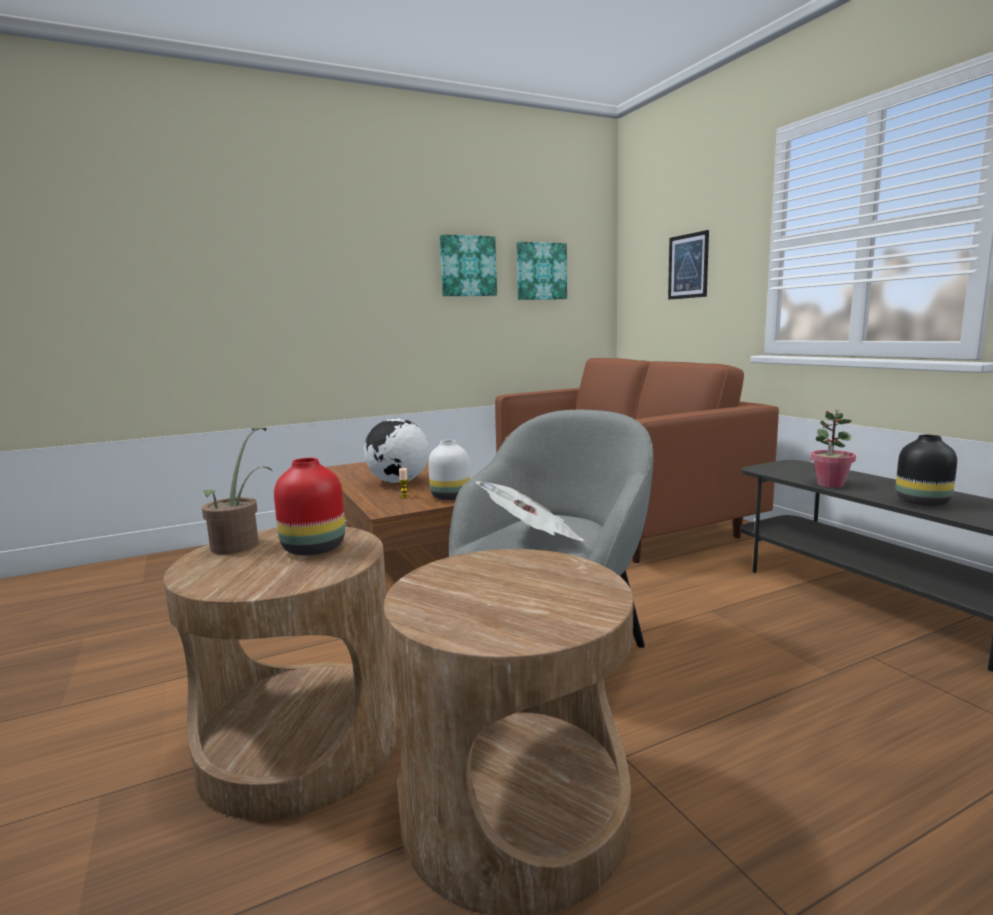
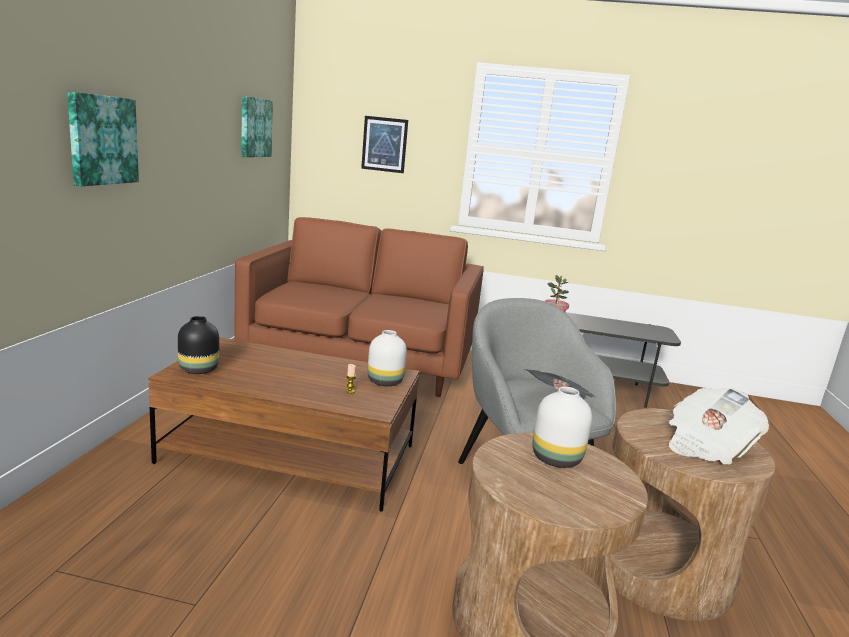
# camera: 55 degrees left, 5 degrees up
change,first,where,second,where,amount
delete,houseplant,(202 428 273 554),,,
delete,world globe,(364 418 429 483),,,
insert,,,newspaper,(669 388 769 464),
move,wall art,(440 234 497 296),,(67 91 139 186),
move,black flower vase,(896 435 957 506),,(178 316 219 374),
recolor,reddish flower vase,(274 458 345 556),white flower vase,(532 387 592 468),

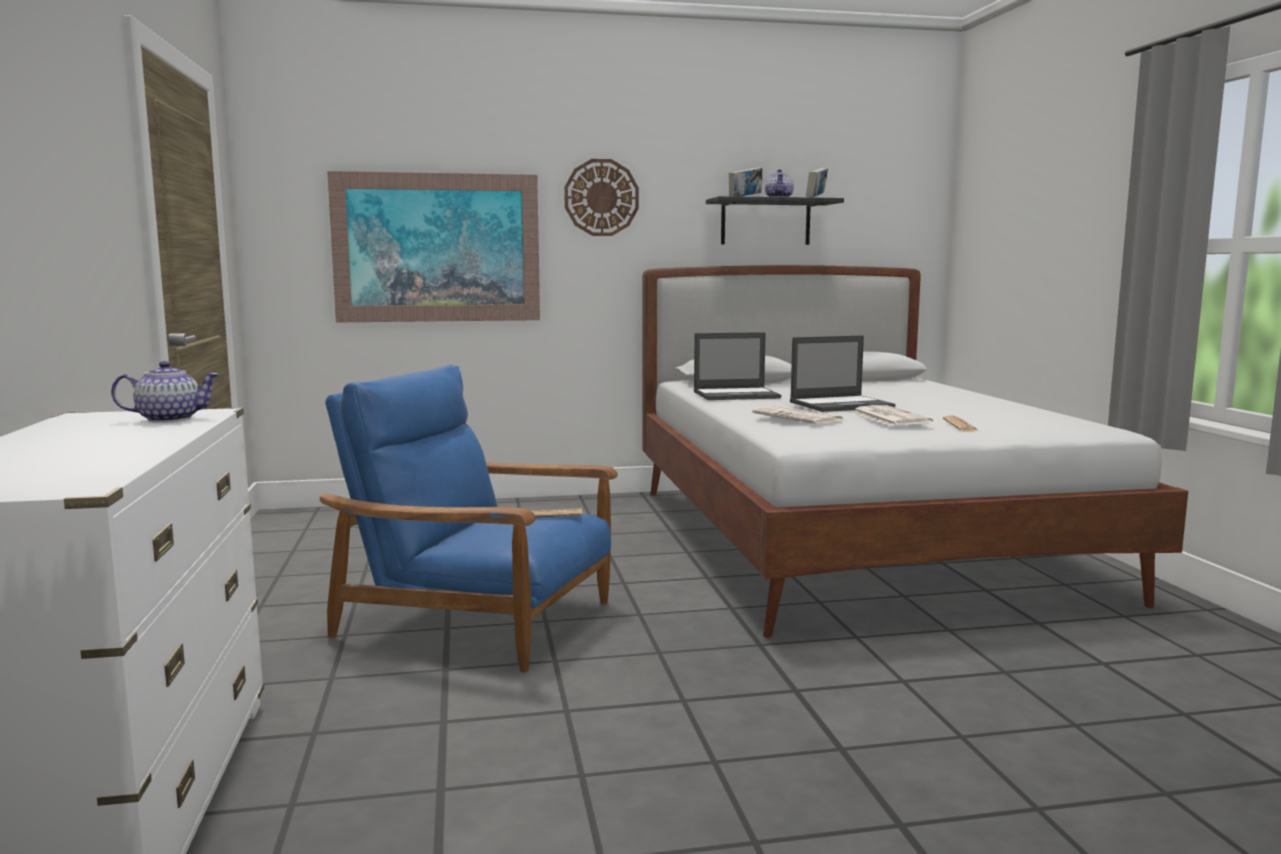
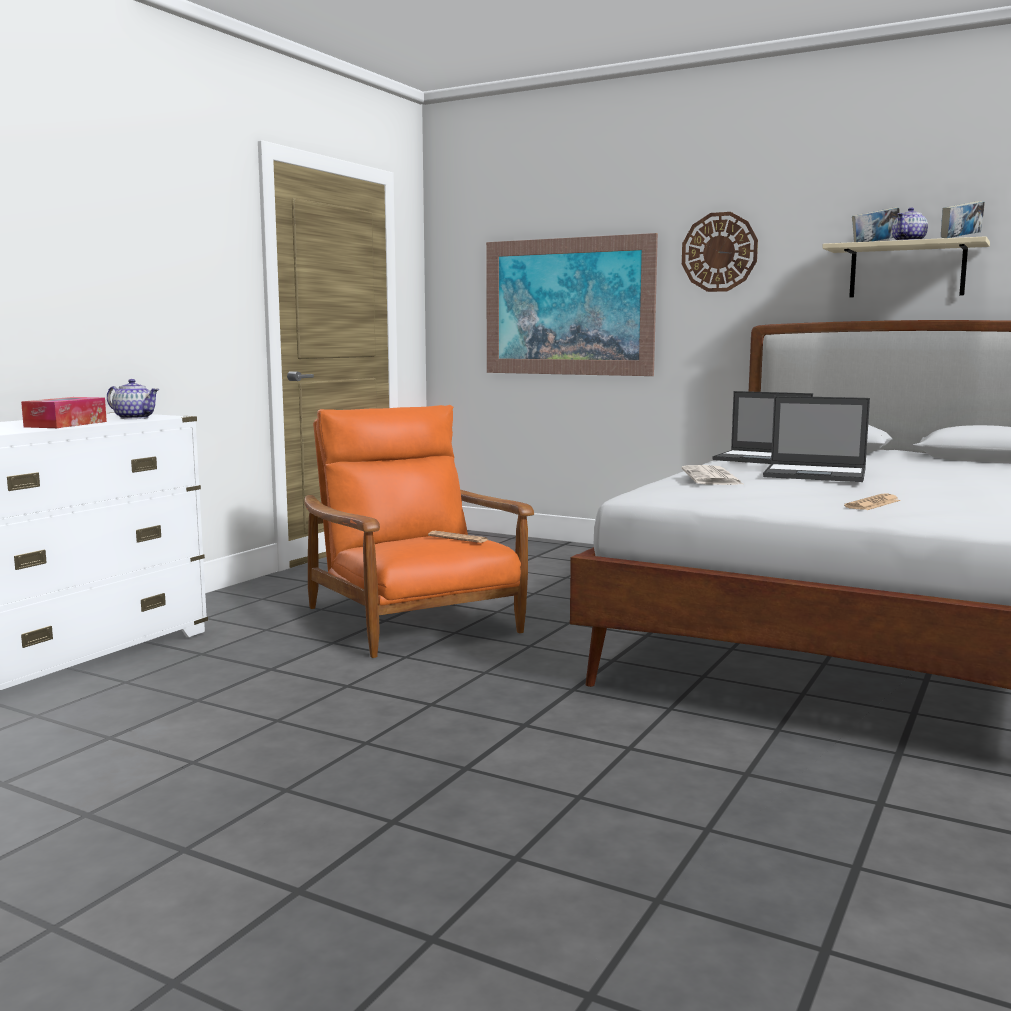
# camera: 40 degrees right, 0 degrees up
change,first,where,second,where,amount
delete,newspaper,(853 405 933 426),,,
insert,,,box of tissues,(21 397 107 428),
recolor,blue-coloured lounge chair,(320 365 618 673),orange lounge chair,(304 405 534 658),
recolor,black shelf,(706 196 844 245),beige-coloured shelf,(822 236 990 297),

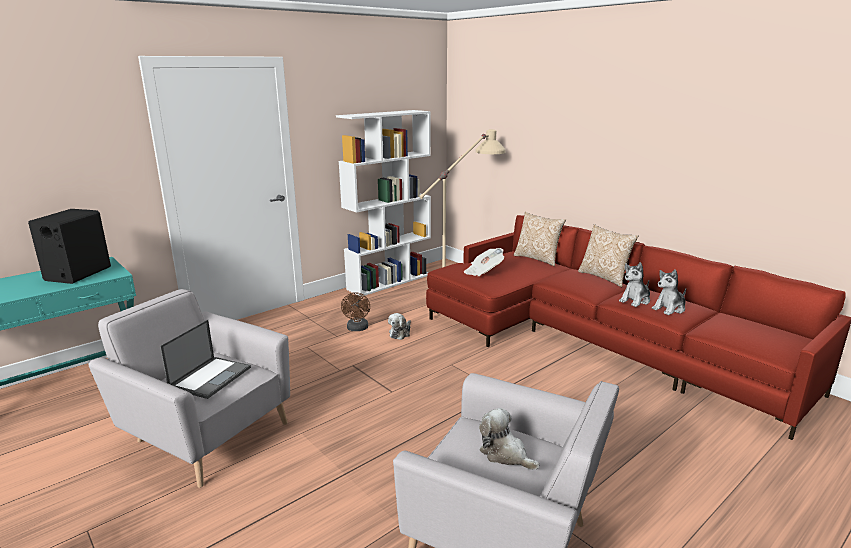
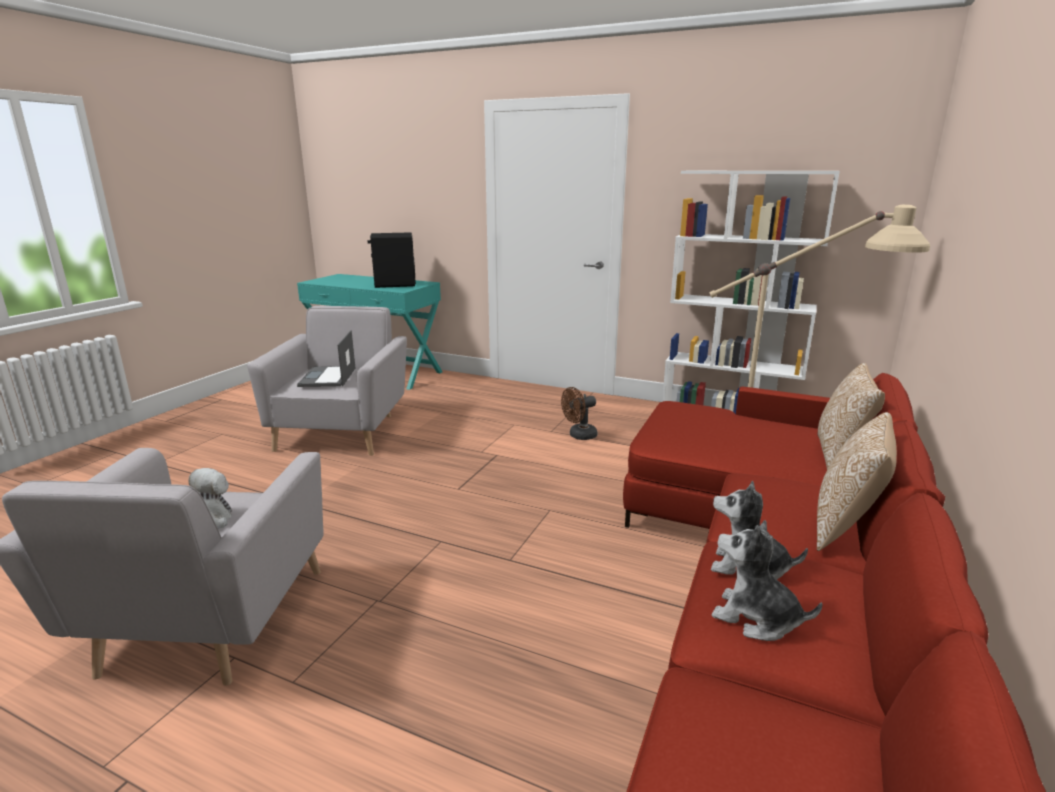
# camera: 65 degrees right, 0 degrees up
change,first,where,second,where,amount
delete,soft toy,(388 313 411 340),,,
delete,newspaper,(464 248 504 276),,,
rotate,notebook computer,(160 320 251 399),,(297 330 355 387),90 degrees clockwise

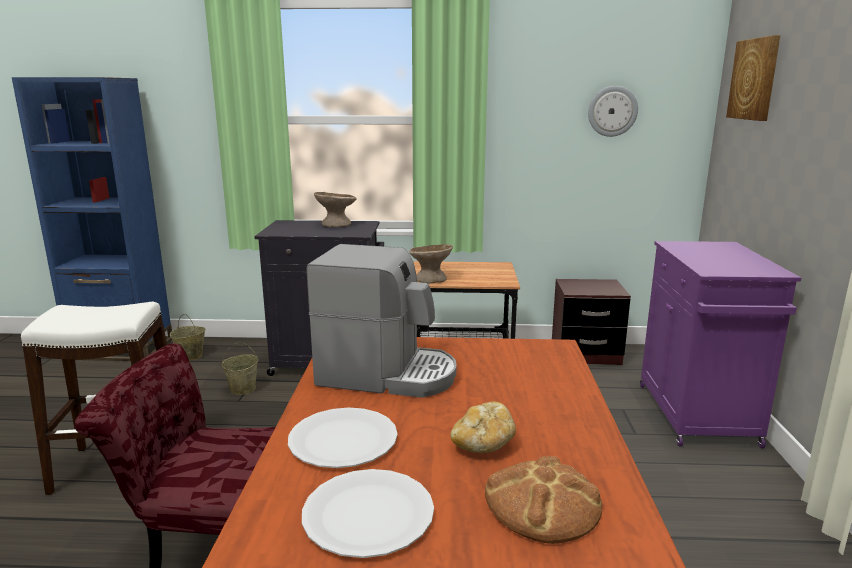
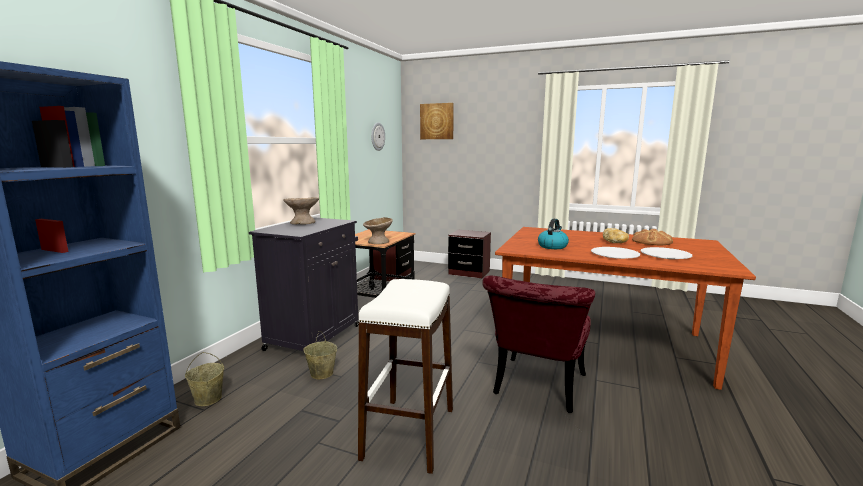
# camera: 70 degrees left, 5 degrees down
change,first,where,second,where,amount
replace,coffee brewer,(307 244 456 398),water kettle,(538 219 569 249),
replace,purple-coloured cupboard,(640 241 801 448),brown bedside table,(448 230 491 278),

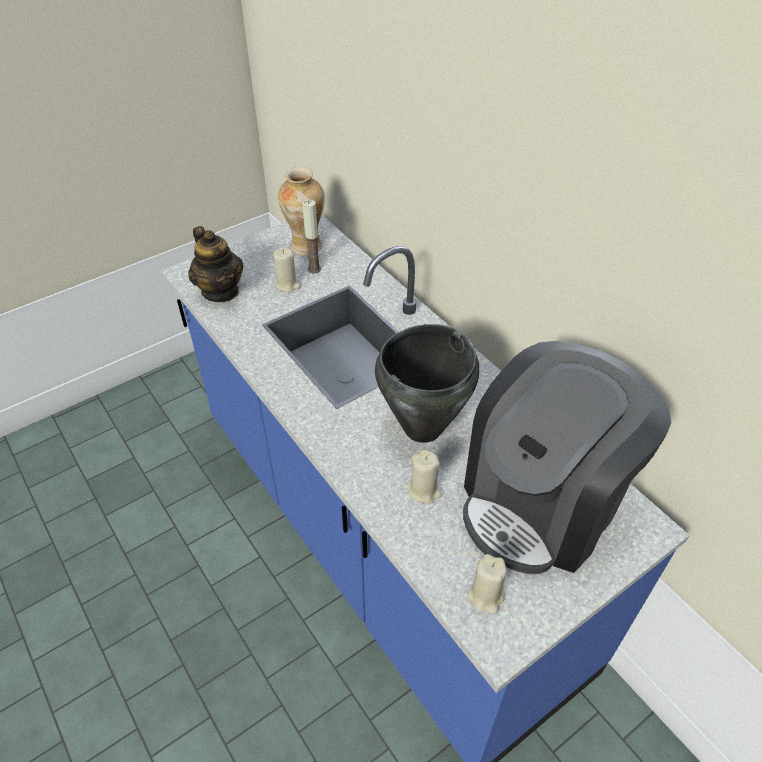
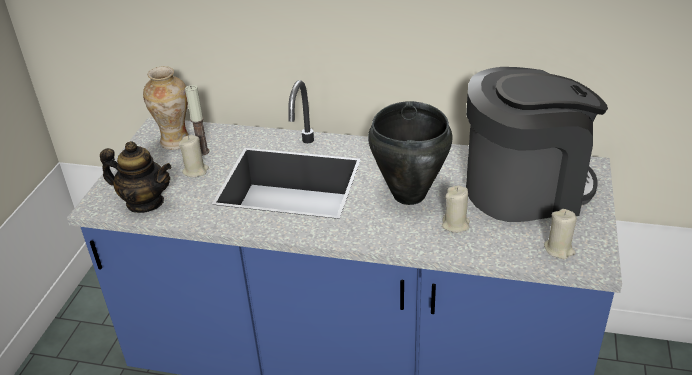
# camera: 40 degrees left, 10 degrees down
change,first,where,second,where,amount
rotate,coffee brewer,(463 341 671 574),,(466 67 608 222),105 degrees counterclockwise

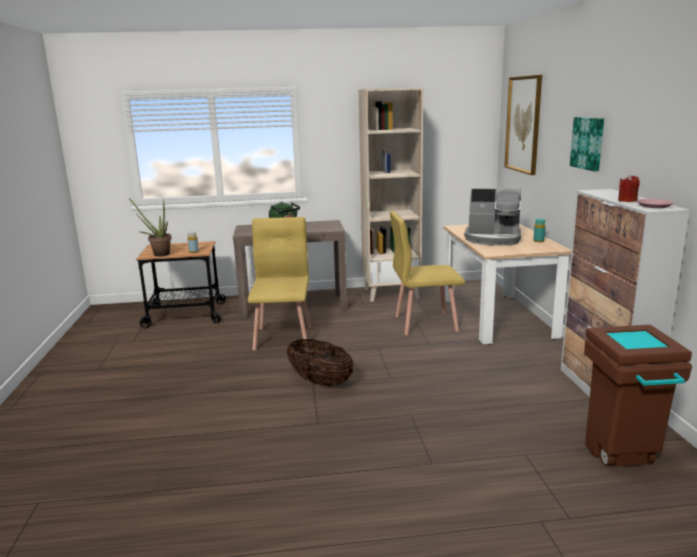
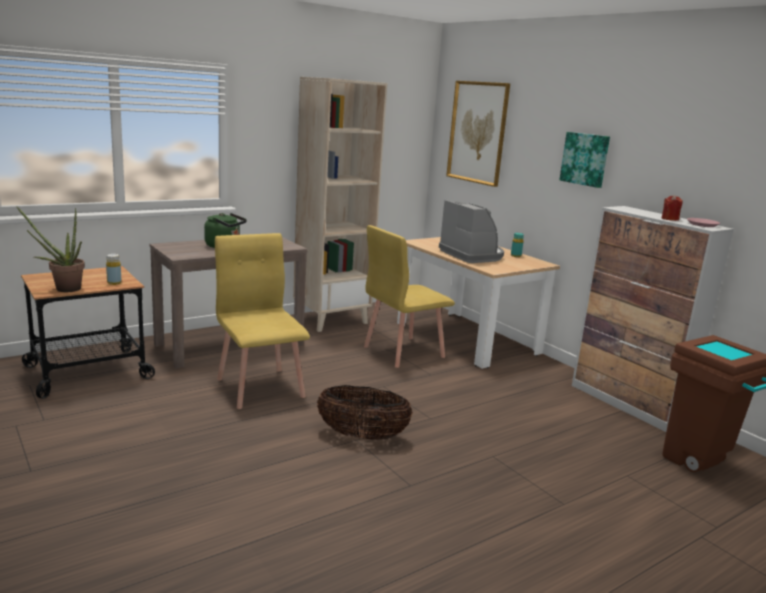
# camera: 30 degrees left, 0 degrees up
change,first,where,second,where,amount
rotate,coffee brewer,(464 188 521 246),,(439 200 504 263),105 degrees counterclockwise

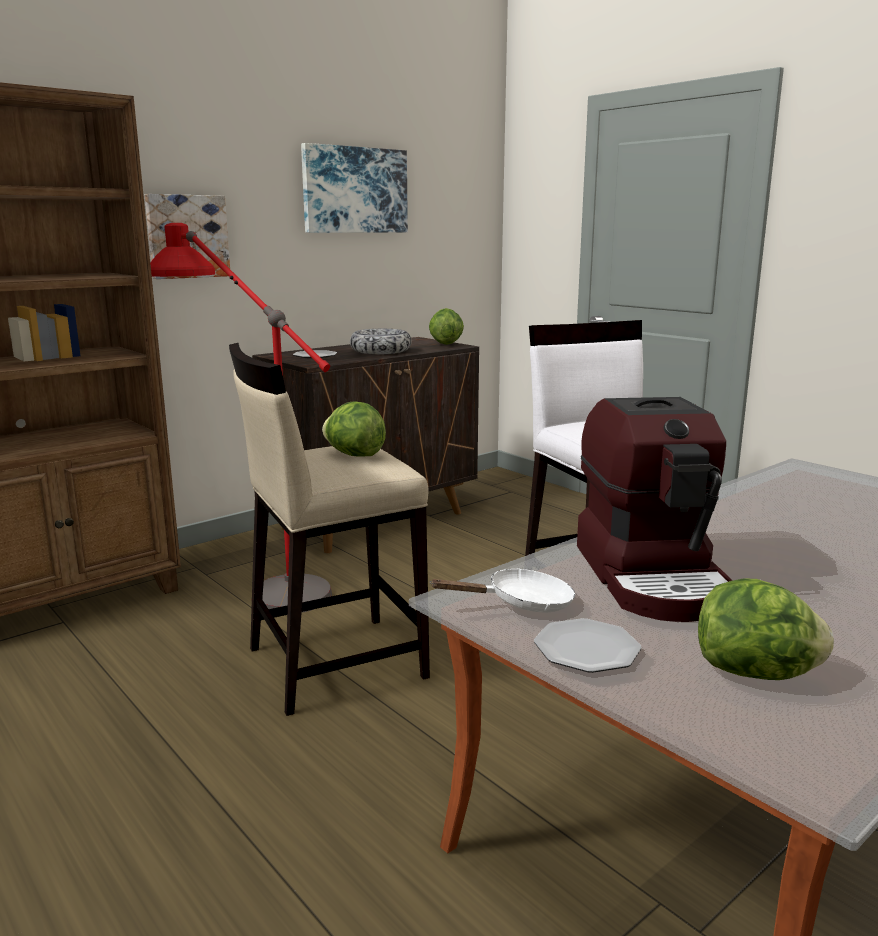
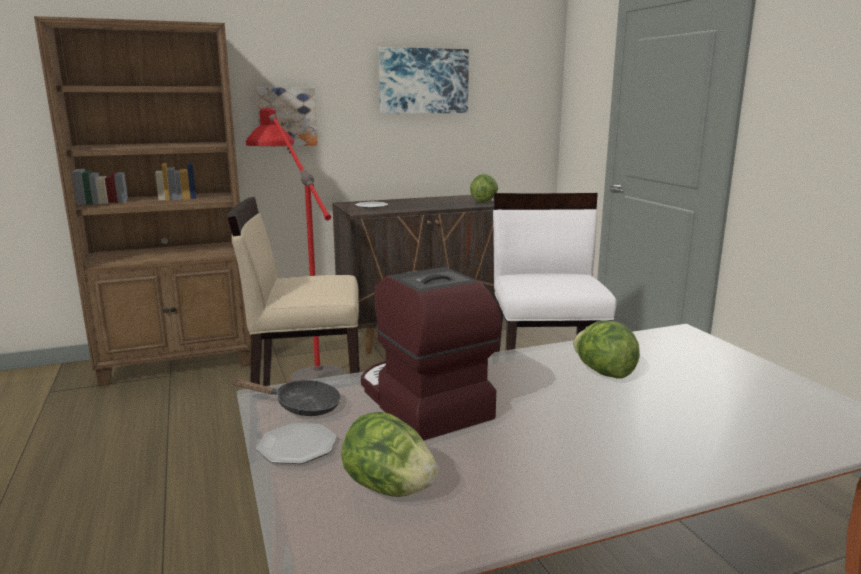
# camera: 20 degrees right, 0 degrees up
change,first,where,second,where,amount
delete,serving bowl,(350 329 411 354),,,
move,lettuce,(322 401 386 457),,(573 320 640 379),
recolor,white frying pan,(430 568 575 612),black frying pan,(233 379 341 416),
rotate,coffee brewer,(577 397 733 622),,(361 267 502 441),135 degrees clockwise

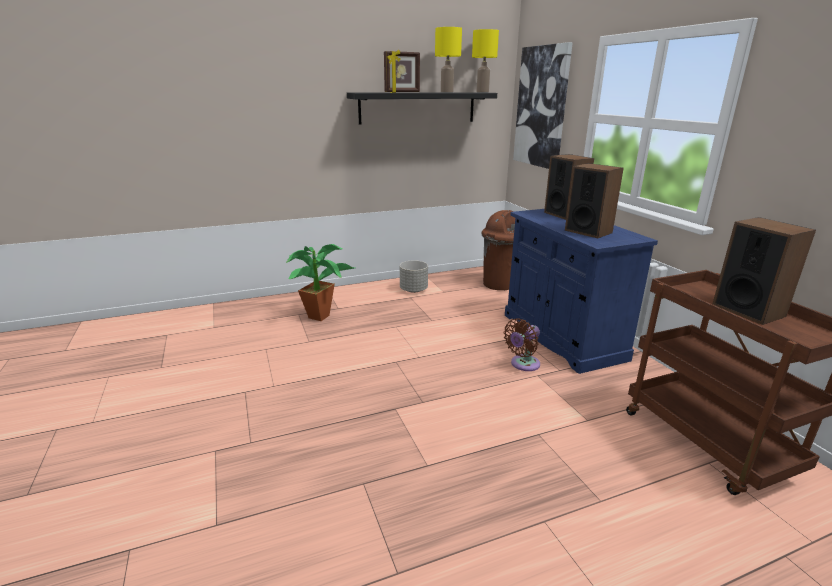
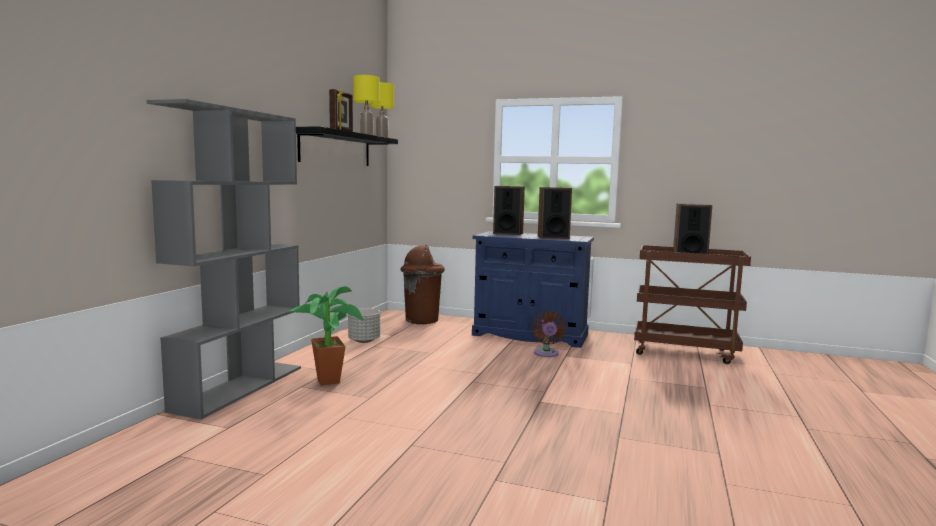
# camera: 50 degrees left, 15 degrees down
change,first,where,second,where,amount
delete,wall art,(513 42 573 169),,,
insert,,,grey bookcase,(147 99 301 419),

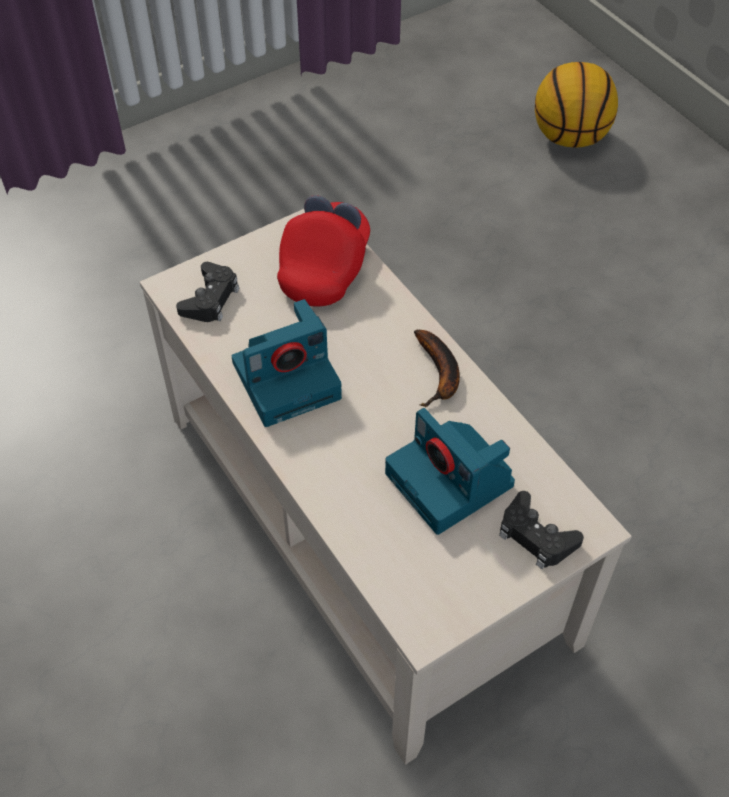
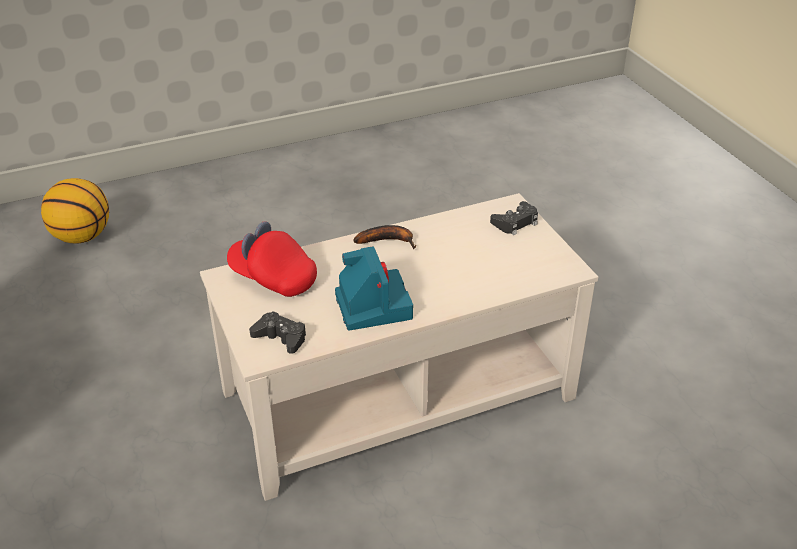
# camera: 80 degrees left, 15 degrees down
change,first,where,second,where,amount
delete,photo camera,(385 408 515 535),,,

